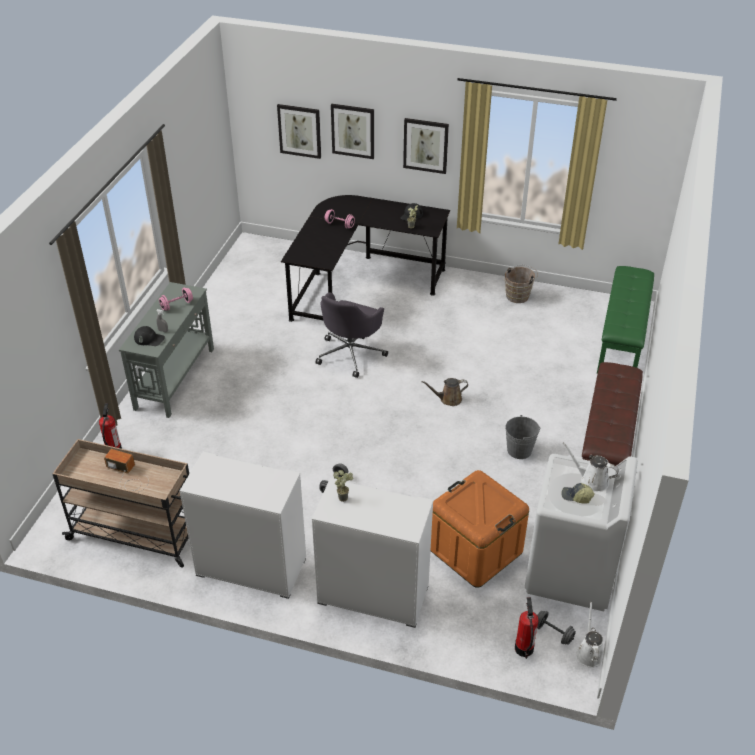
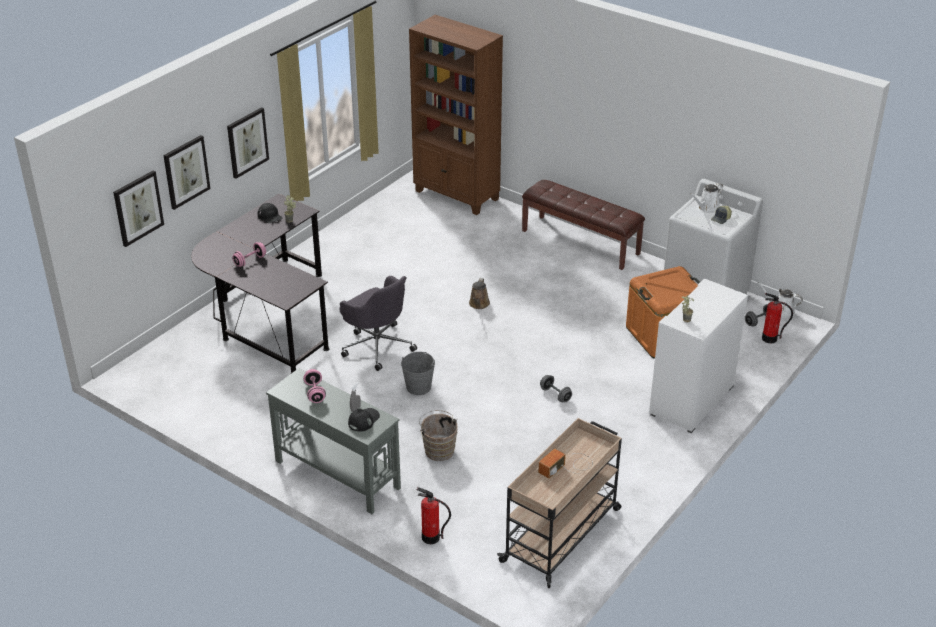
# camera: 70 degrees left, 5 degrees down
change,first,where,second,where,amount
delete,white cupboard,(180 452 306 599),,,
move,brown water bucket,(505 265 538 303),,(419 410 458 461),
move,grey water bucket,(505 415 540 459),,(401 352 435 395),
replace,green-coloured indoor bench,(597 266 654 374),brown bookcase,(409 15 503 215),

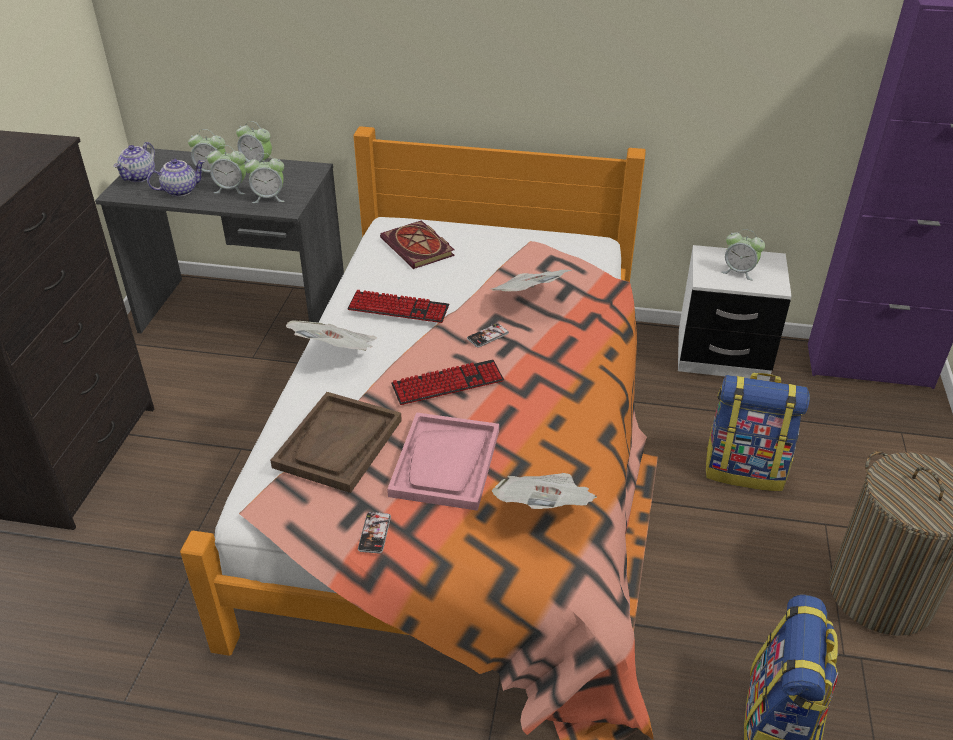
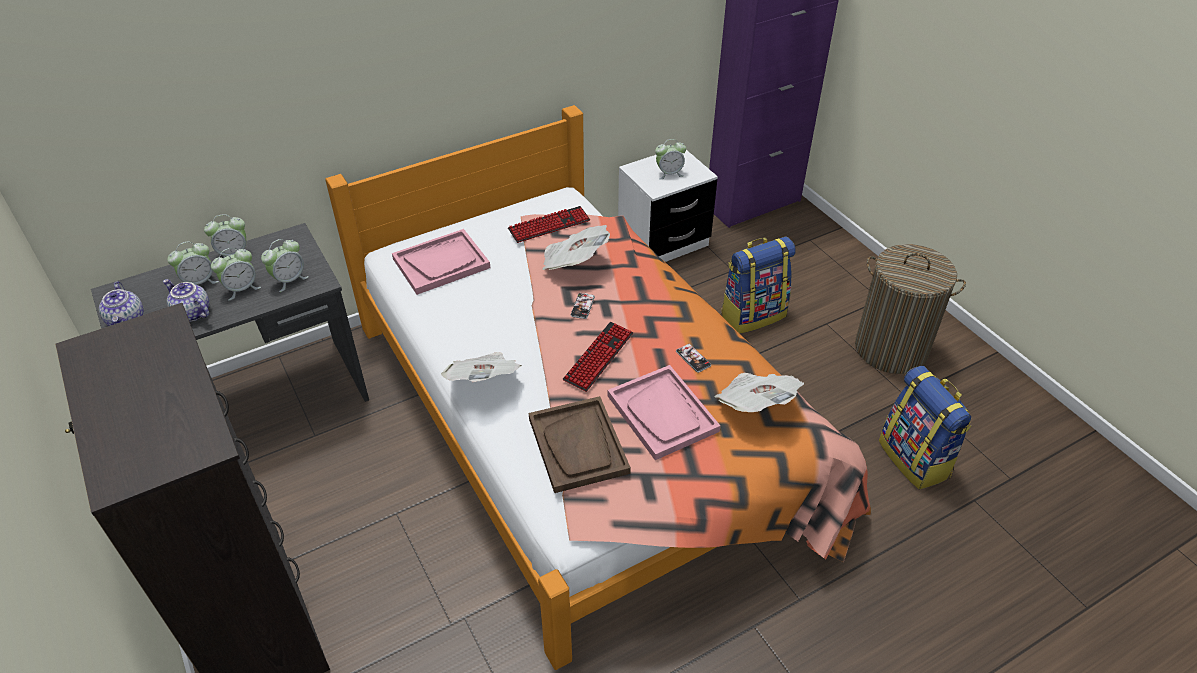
# camera: 40 degrees left, 5 degrees up
change,first,where,second,where,amount
move,PC keyboard,(347 290 449 323),,(508 206 590 243),
move,handset,(358 512 391 553),,(676 344 711 373),
replace,volume,(380 220 455 269),pinkish carrying tray,(392 229 490 295),
rotate,pot for tea,(147 159 205 197),,(163 279 209 322),75 degrees counterclockwise

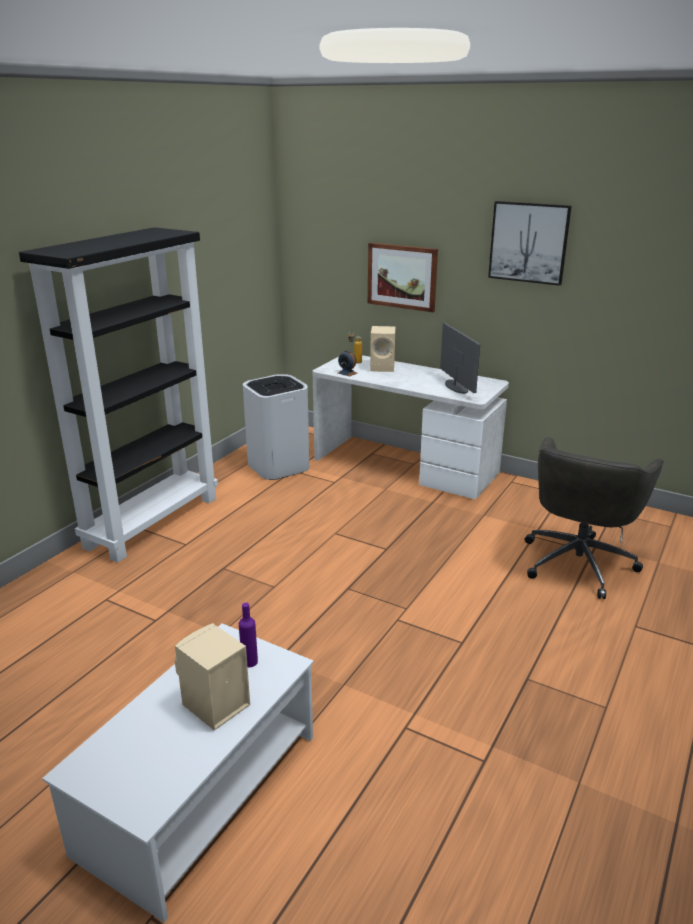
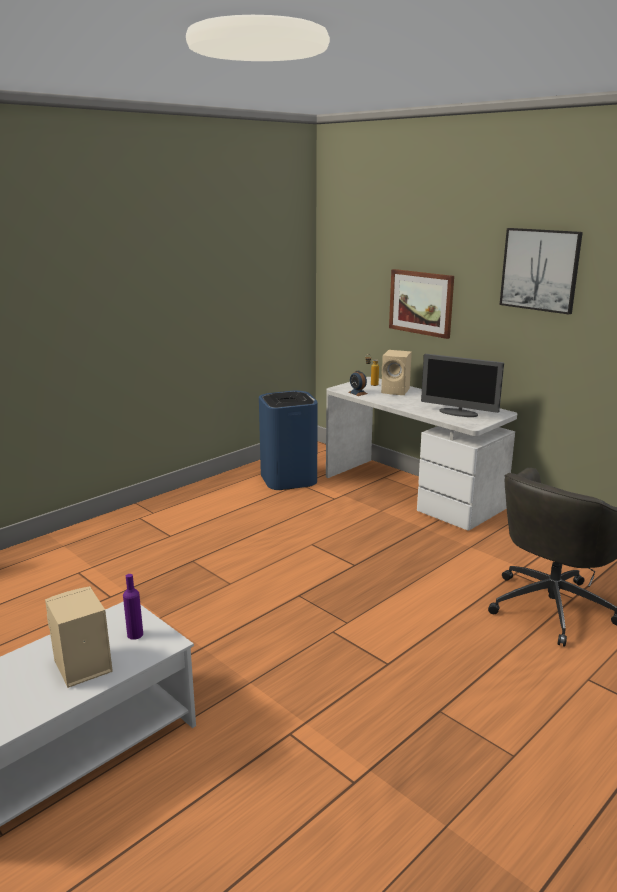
# camera: 15 degrees right, 5 degrees down
change,first,where,second,where,amount
delete,black bookcase,(19 227 218 563),,,
recolor,white trash can,(243 374 310 480),blue-coloured trash can,(259 390 318 490),
rotate,computer display,(440 323 480 394),,(421 354 504 417),120 degrees clockwise

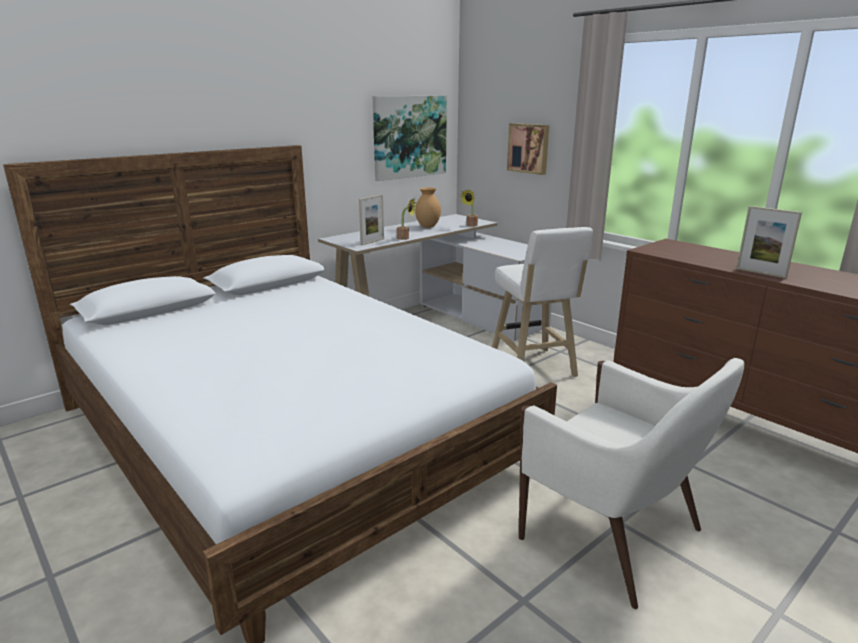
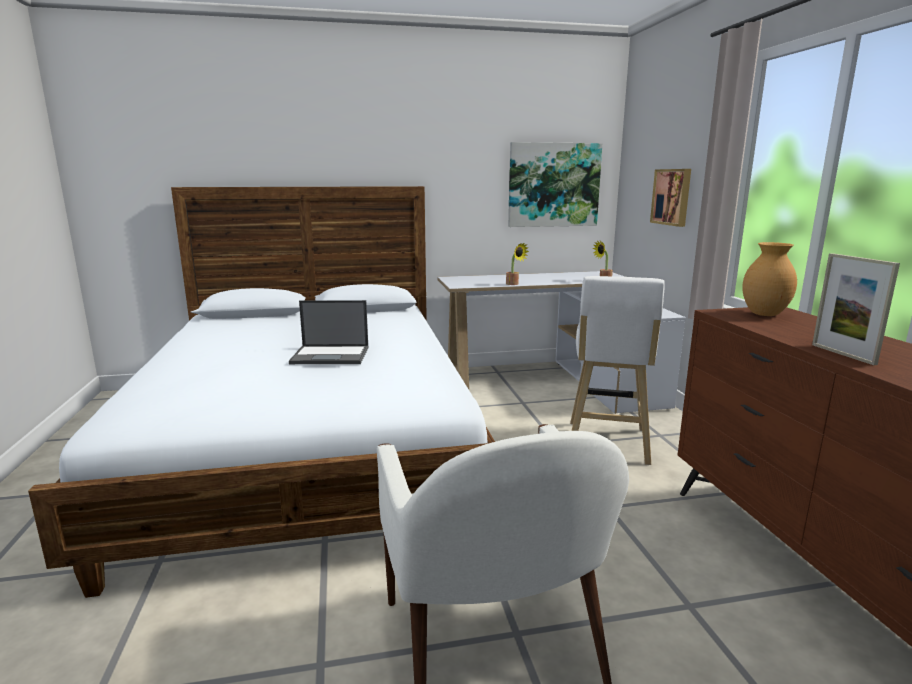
# camera: 30 degrees right, 5 degrees down
change,first,where,second,where,amount
delete,standing frame,(359 195 384 245),,,
insert,,,notebook computer,(289 300 368 364),
move,brown flower vase,(415 187 441 228),,(742 242 797 316),

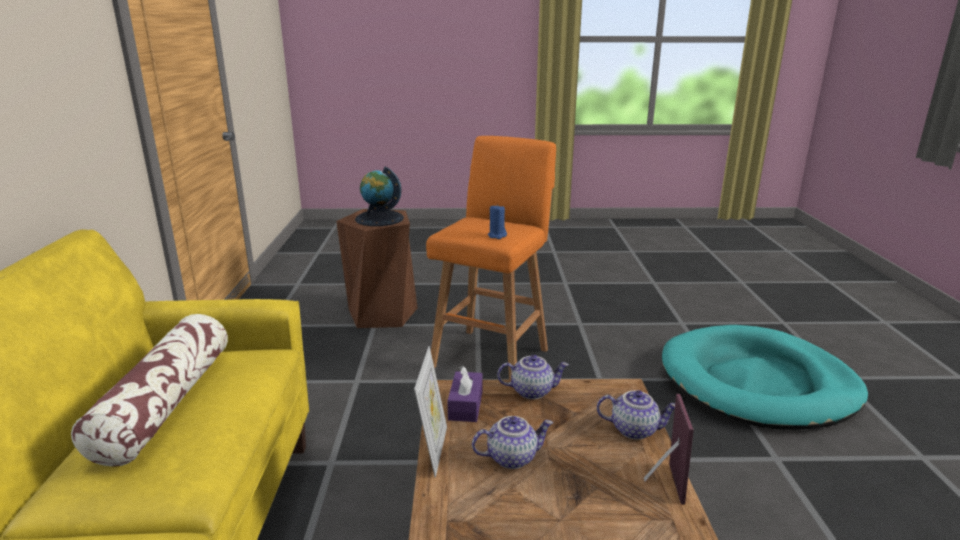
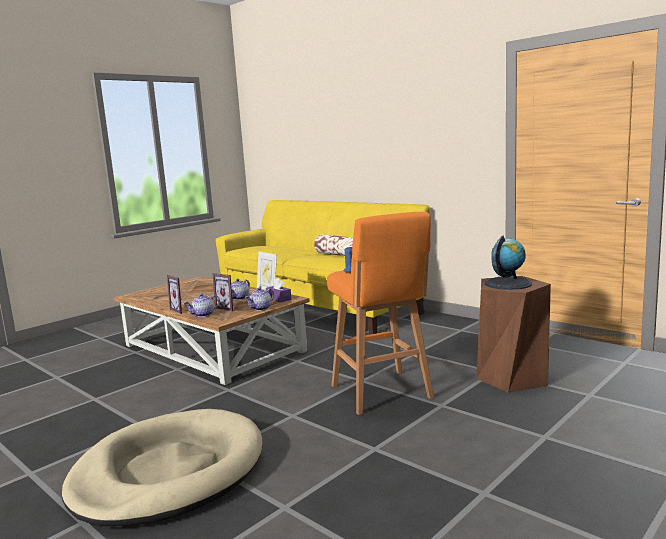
# camera: 135 degrees right, 10 degrees down
change,first,where,second,where,amount
insert,,,standing frame,(213 273 235 311),
recolor,turquoise dog bed,(662 325 868 430),beige-coloured dog bed,(62 409 263 526),

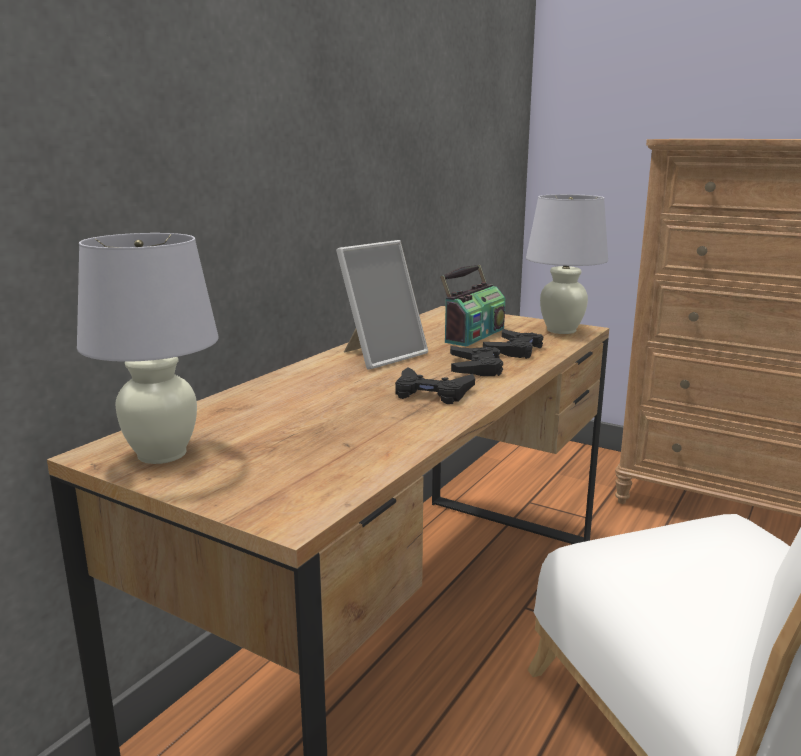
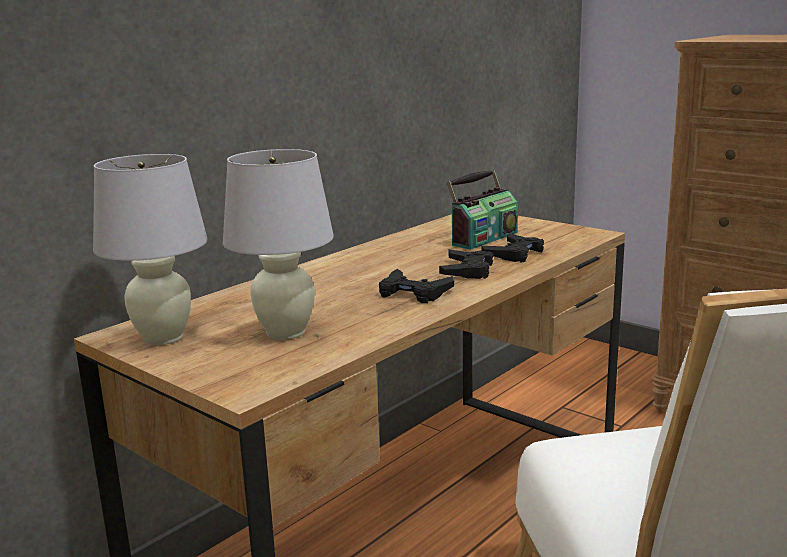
# camera: 10 degrees right, 0 degrees up
change,first,where,second,where,amount
delete,standing frame,(336 240 428 370),,,
move,white lamp for a table,(526 194 608 334),,(223 149 334 340),

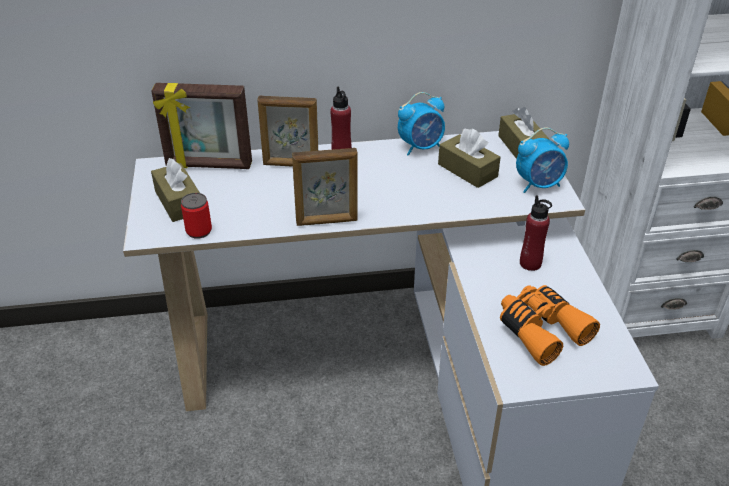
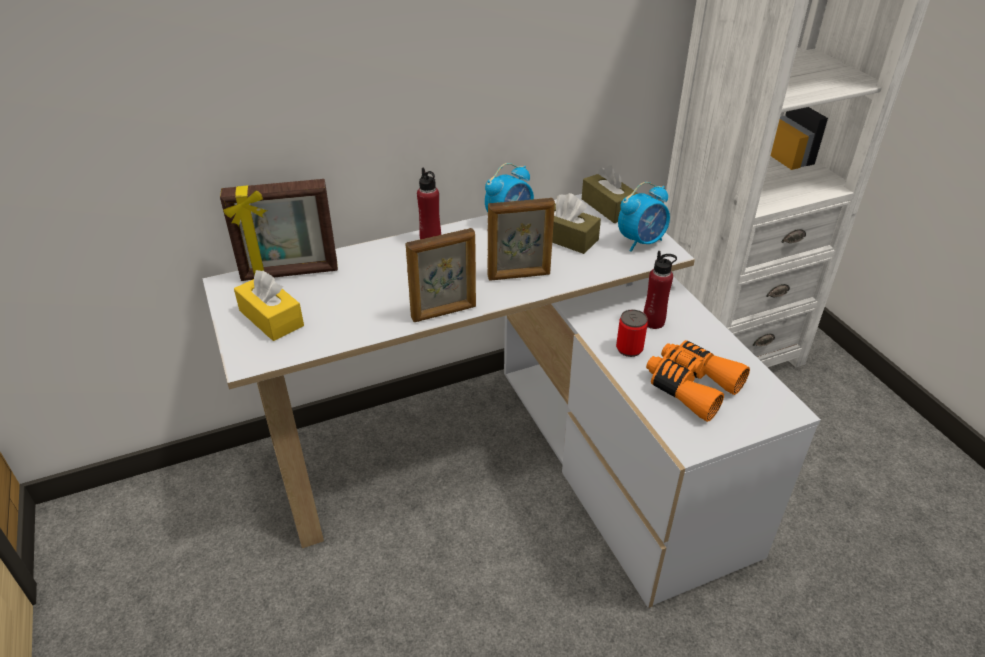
# camera: 15 degrees left, 0 degrees up
change,first,where,second,where,amount
move,metal can,(181 193 212 239),,(616 309 648 357),
move,standing frame,(257 96 318 167),,(488 198 555 281),
recolor,brown box of tissues,(151 158 200 222),yellow box of tissues,(234 270 304 341),

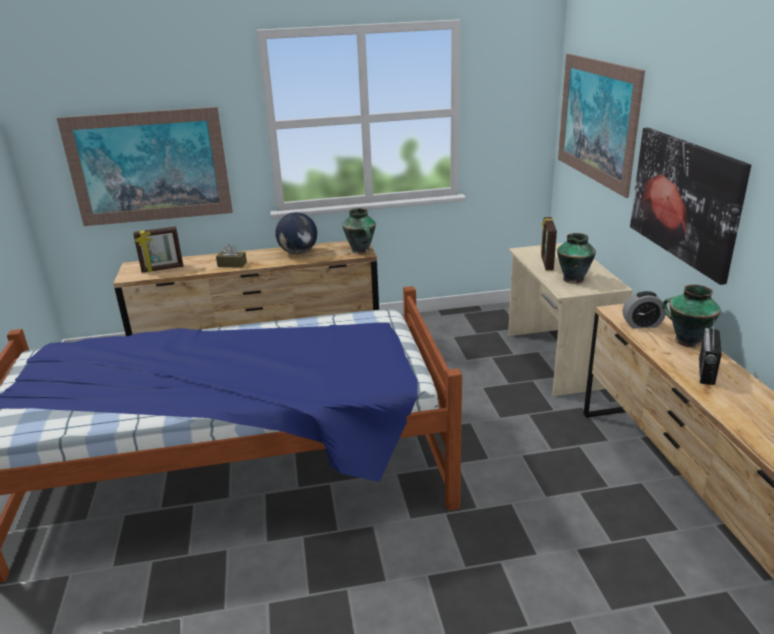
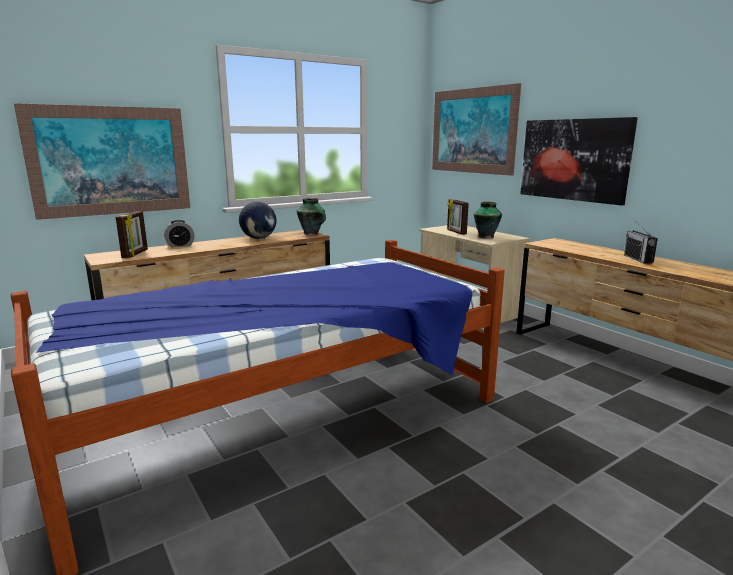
# camera: 25 degrees left, 10 degrees down
change,first,where,second,where,amount
delete,brown box of tissues,(216 244 247 268),,,
delete,flower vase,(662 284 721 347),,,
move,alarm clock,(623 291 666 328),,(164 220 195 247),
rotate,standing frame,(133 226 183 273),,(116 211 148 258),45 degrees counterclockwise

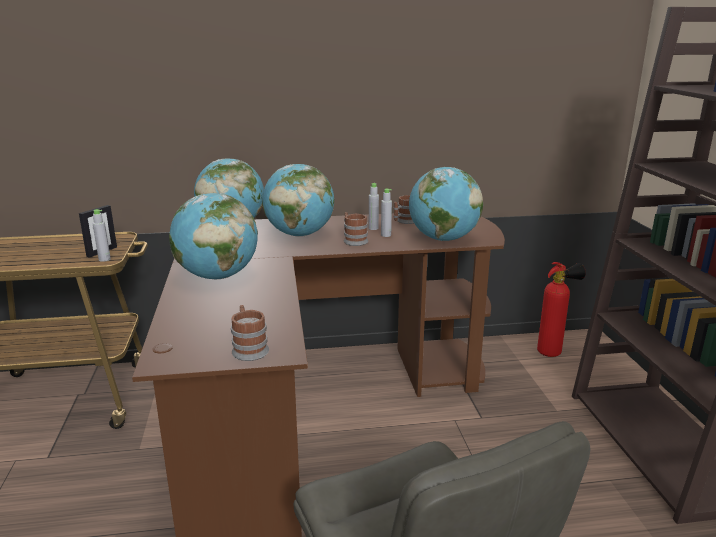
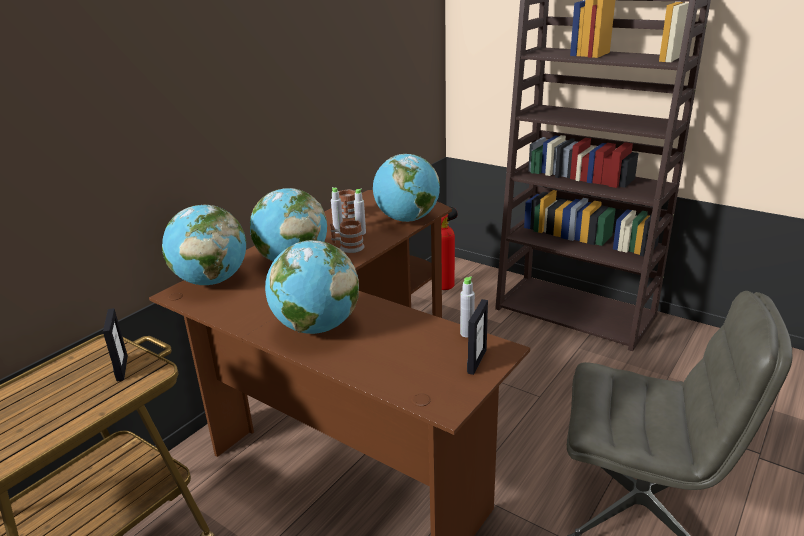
# camera: 45 degrees left, 5 degrees up
change,first,where,second,where,amount
move,grey beverage bottle,(93 209 111 262),,(460 276 475 338),
replace,coffee mug,(231 305 269 361),standing frame,(467 299 488 375),

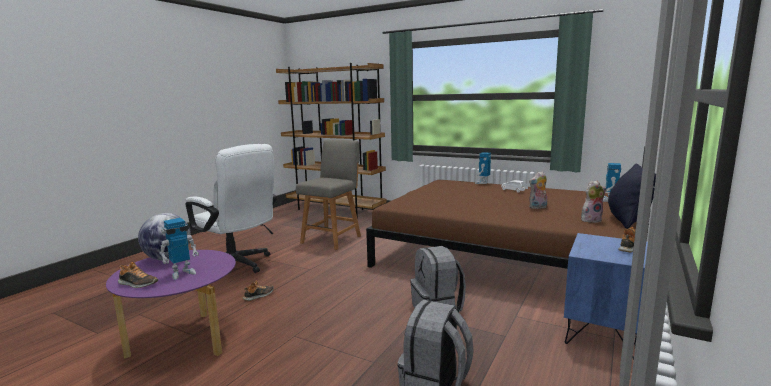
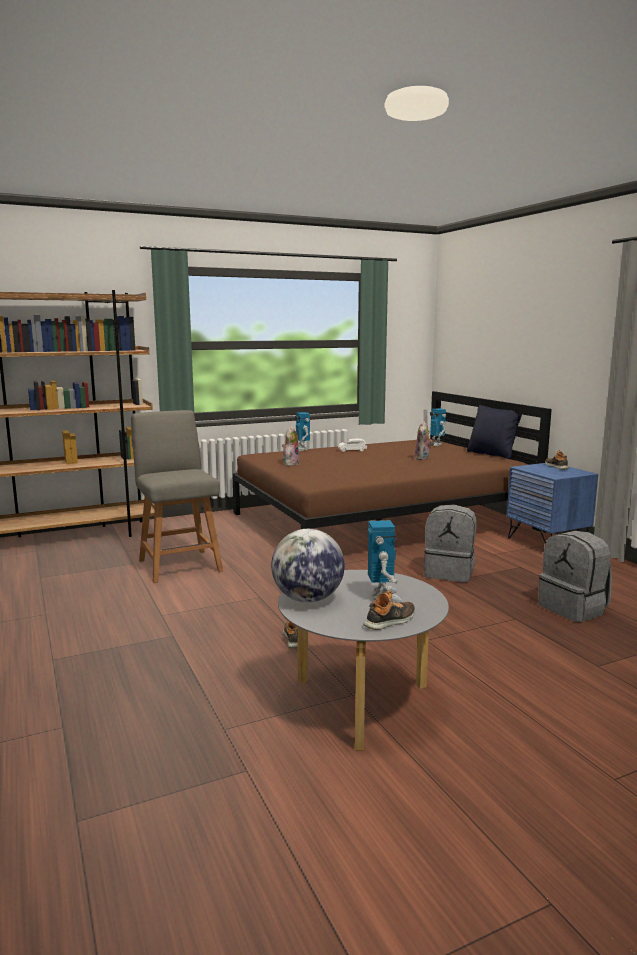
# camera: 55 degrees left, 0 degrees up
change,first,where,second,where,amount
delete,white office chair,(185 144 277 273),,,
move,soft toy,(581 181 606 223),,(282 426 300 466),
recolor,purple-coloured low table,(106 250 236 359),grey low table,(278 570 449 750),

